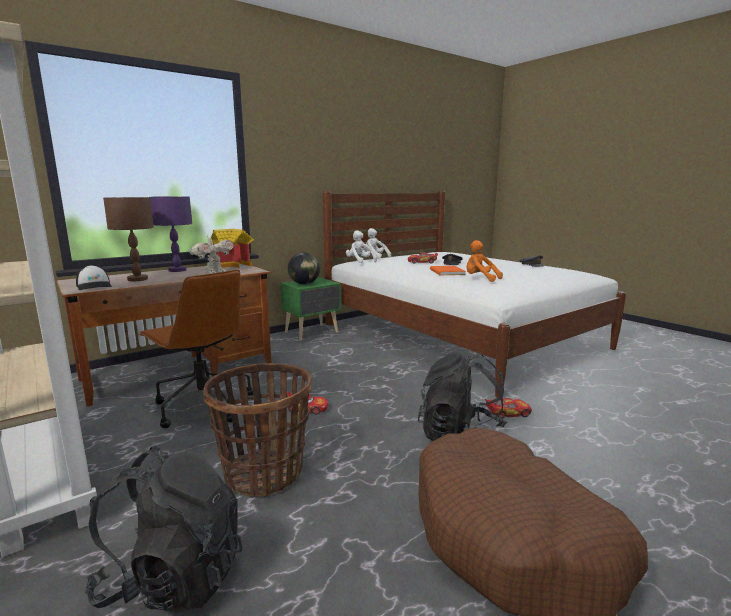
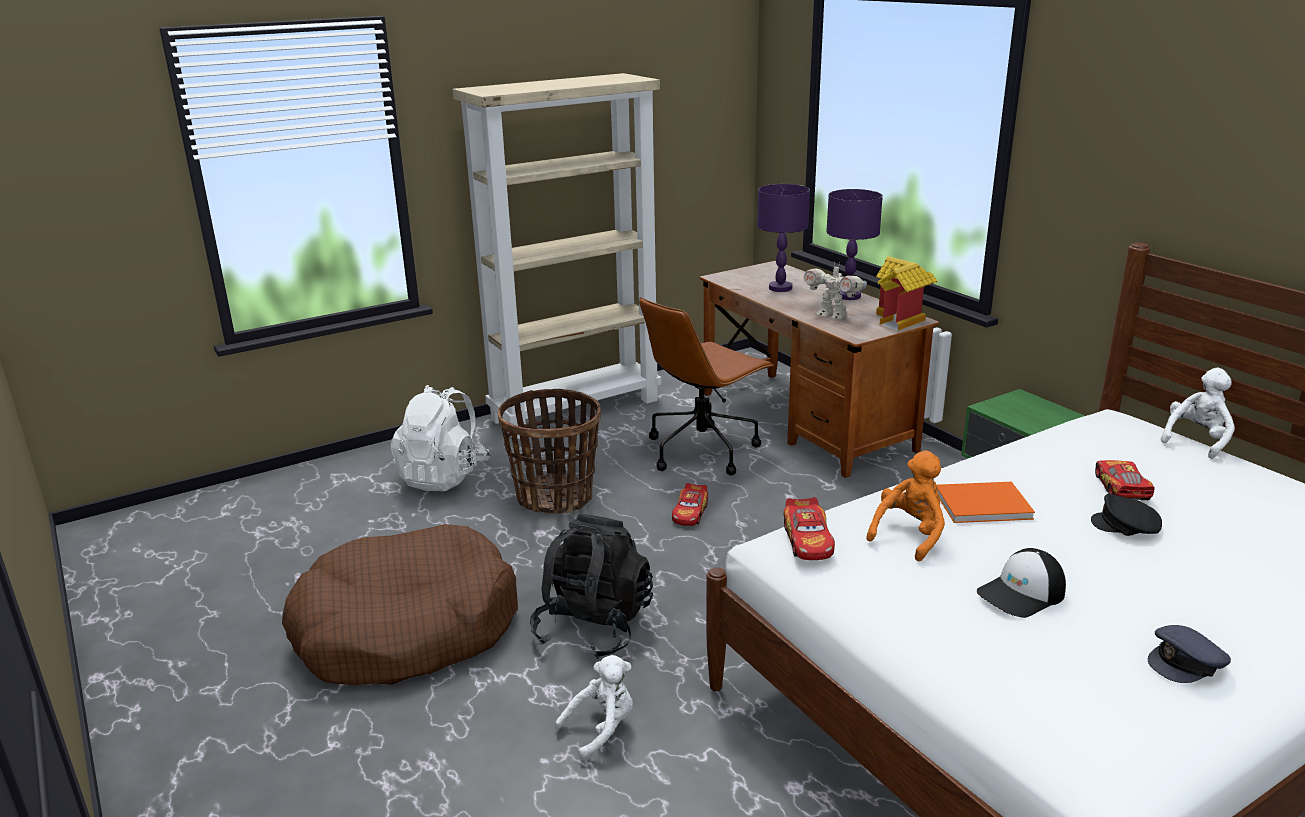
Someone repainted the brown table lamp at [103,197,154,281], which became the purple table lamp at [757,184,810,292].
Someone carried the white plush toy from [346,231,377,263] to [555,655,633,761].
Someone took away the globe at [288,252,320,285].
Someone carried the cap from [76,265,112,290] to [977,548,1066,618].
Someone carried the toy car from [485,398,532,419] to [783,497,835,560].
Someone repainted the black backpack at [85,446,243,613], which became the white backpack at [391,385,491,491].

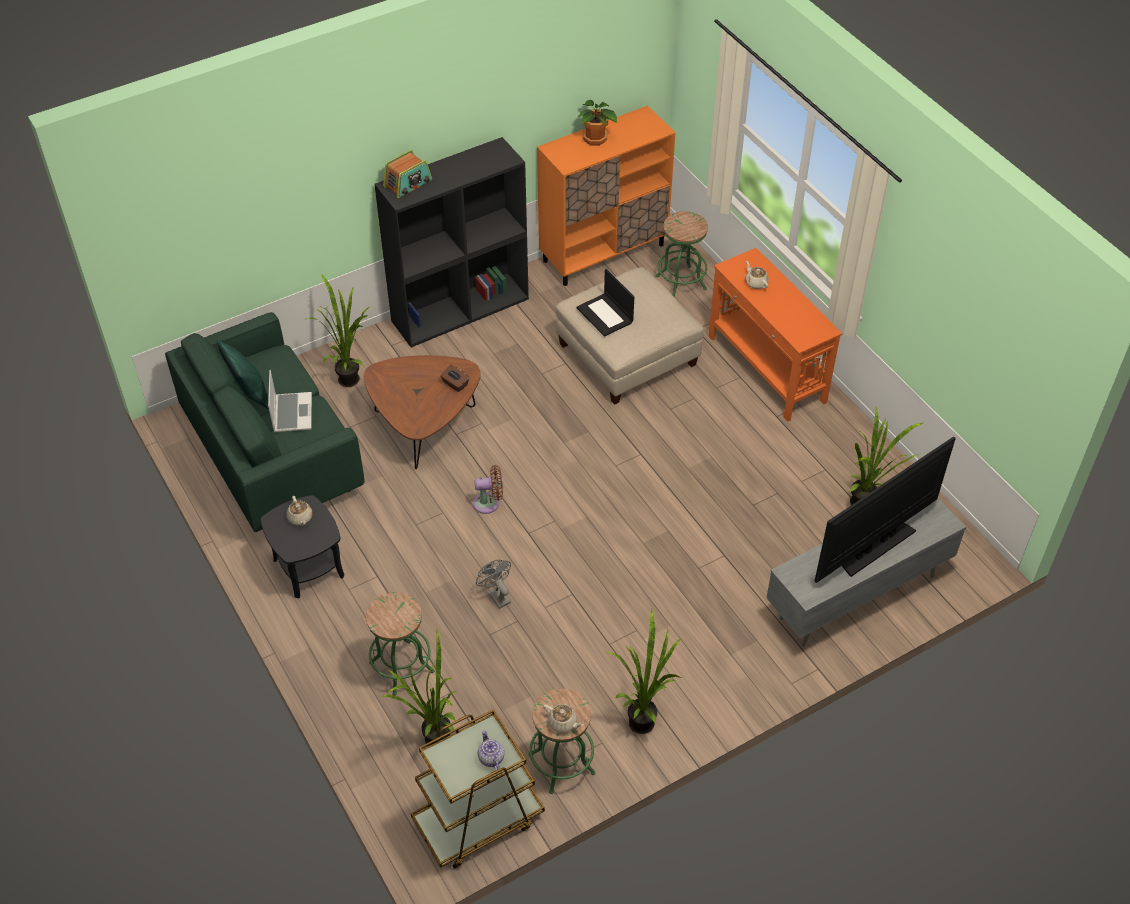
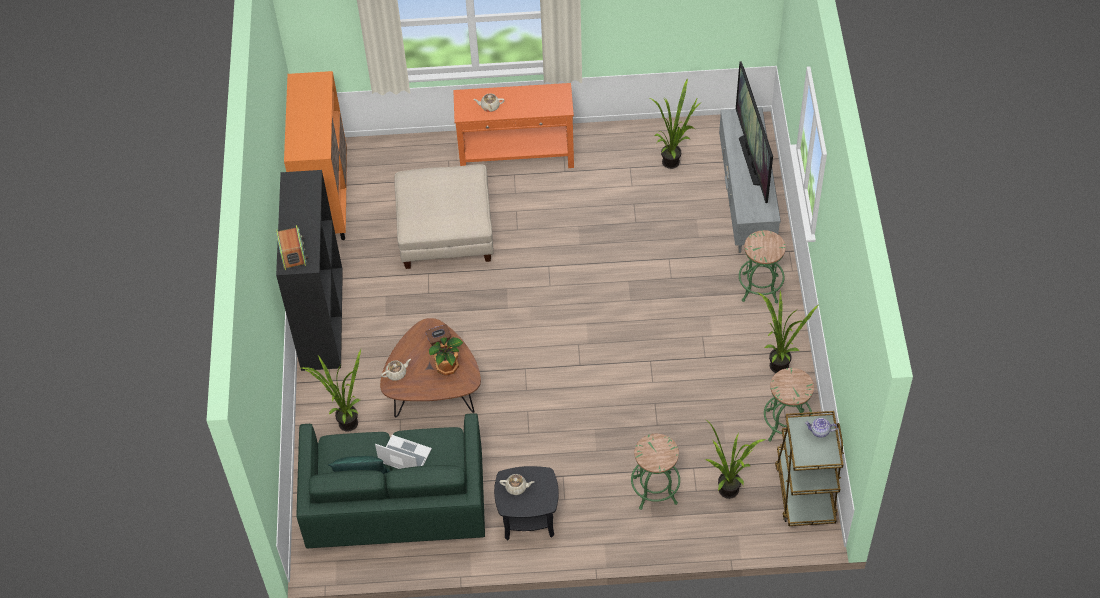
Someone carried the potted plant from [578,100,617,146] to [429,337,463,376].
Someone carried the green stool from [656,211,708,298] to [739,230,786,303].
Someone took away the laptop at [576,269,634,337].
Someone took away the brown fan at [473,465,503,514].
Someone took away the grey fan at [476,560,511,609].
Someone carried the beige teapot from [543,704,584,733] to [381,359,411,381].

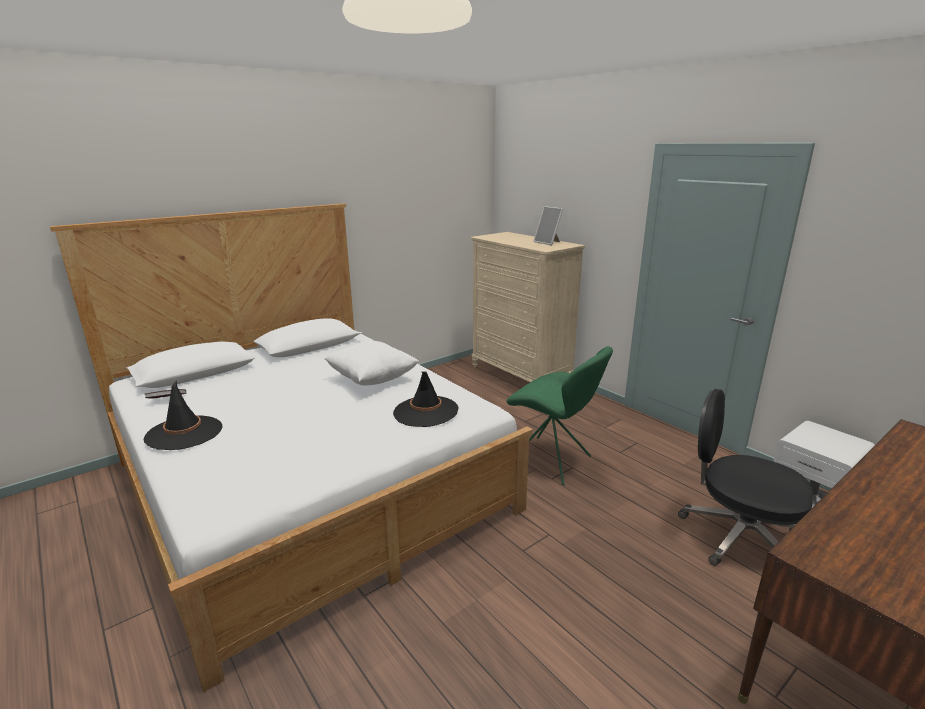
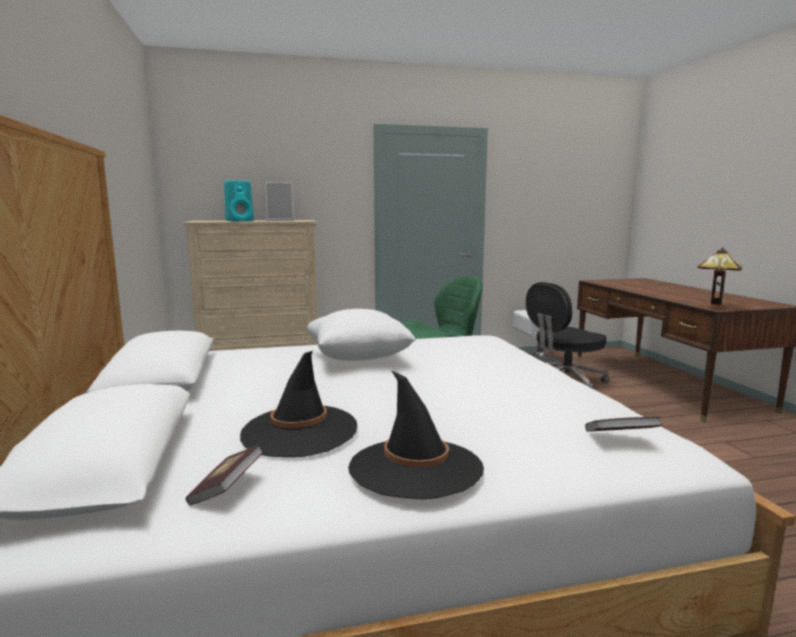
Someone carried the black hat from [393,371,459,427] to [240,351,357,457].
Someone put down the turquoise speaker at [224,180,254,221].
Someone put down the table lamp at [698,248,742,310].
Someone put down the book at [585,417,662,432].

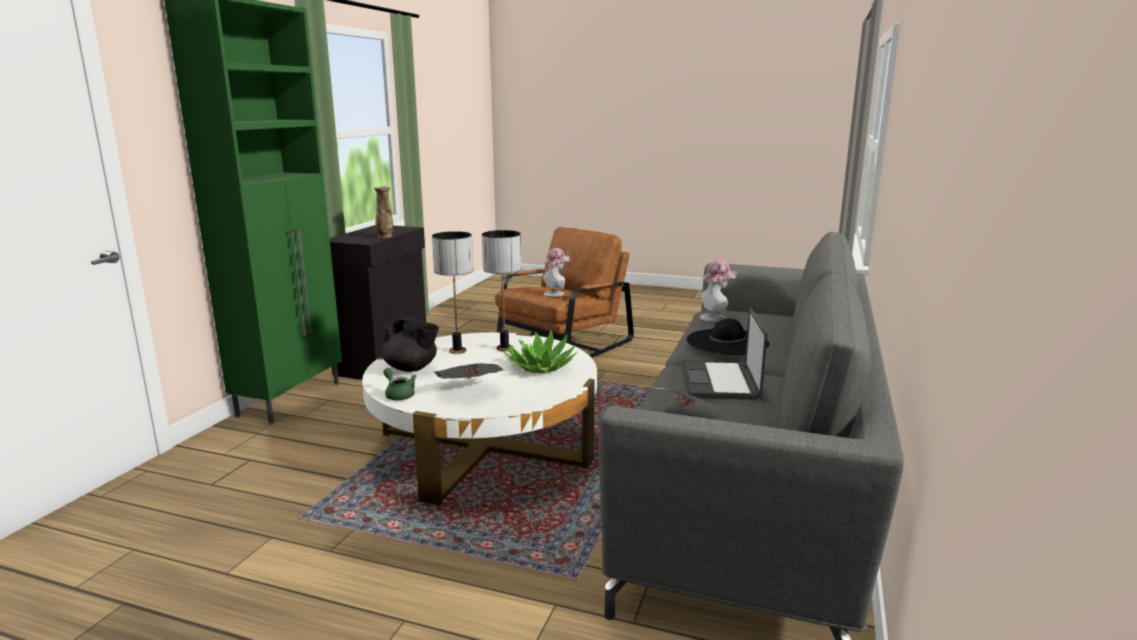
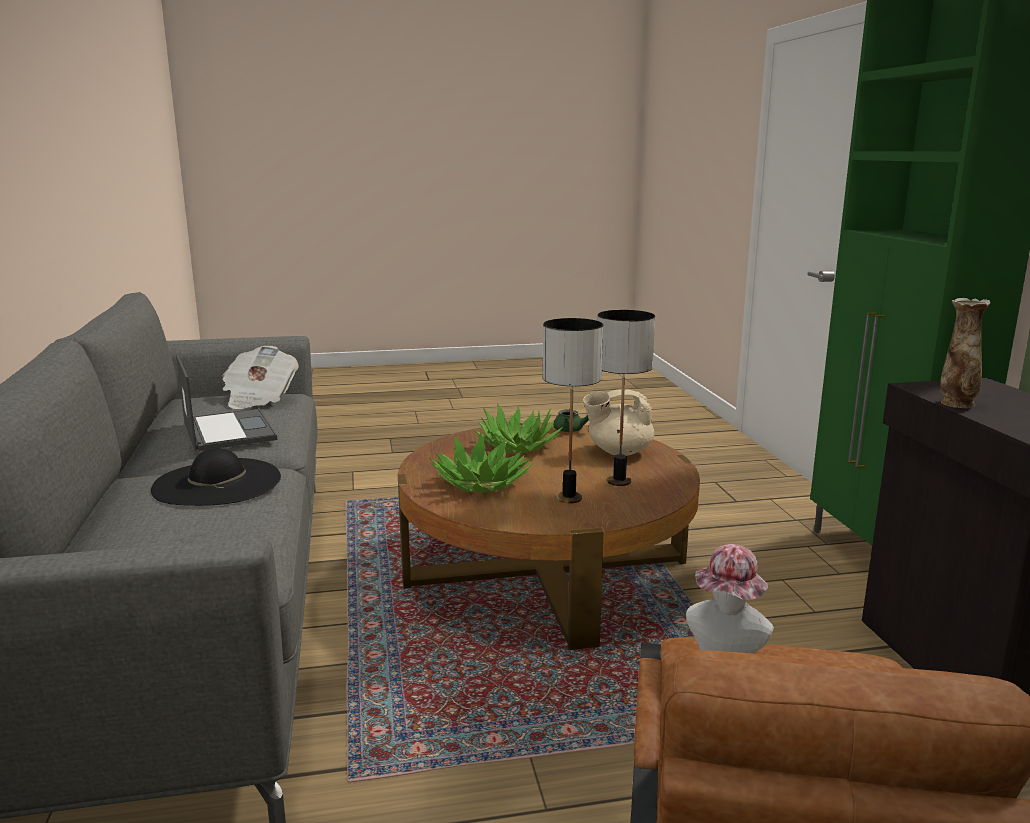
Someone took away the hat at [700,260,737,322].
Someone repainted the black teapot at [382,317,439,372], which became the beige teapot at [583,389,654,456].
Someone repainted the white coffee table at [362,332,597,505], which became the brown coffee table at [398,422,700,650].
Someone swapped the newspaper at [434,363,504,379] for the potted plant at [474,403,563,453].

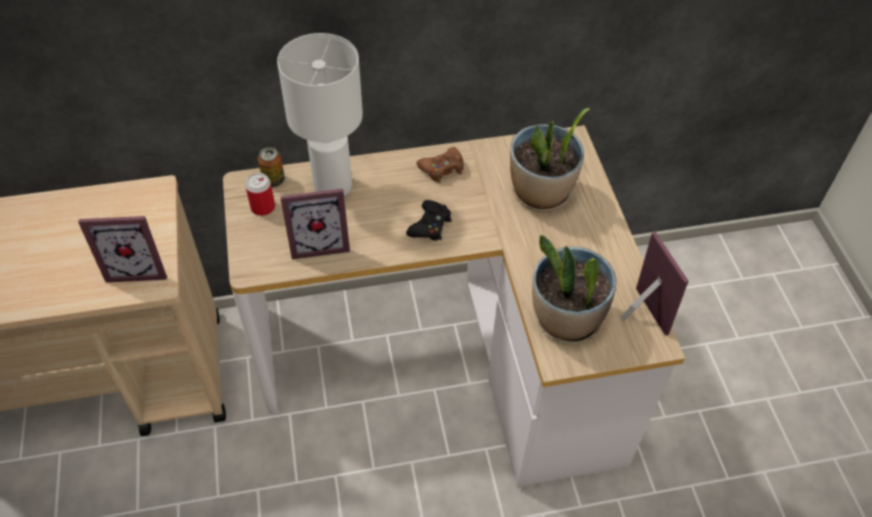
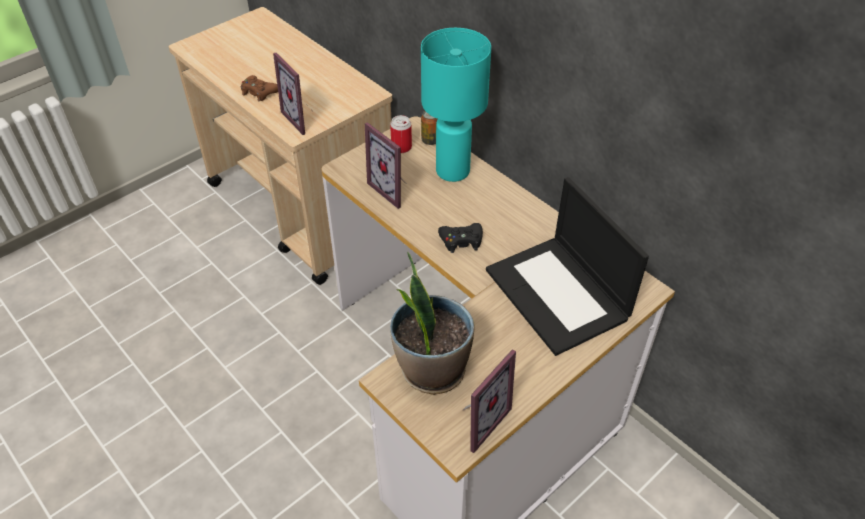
Someone repainted the white table lamp at [277,33,363,196], which became the turquoise table lamp at [421,28,491,182].
Someone swapped the potted plant at [510,108,589,212] for the laptop at [486,177,649,356].
Someone carried the brown game controller from [417,147,464,183] to [241,75,278,101].

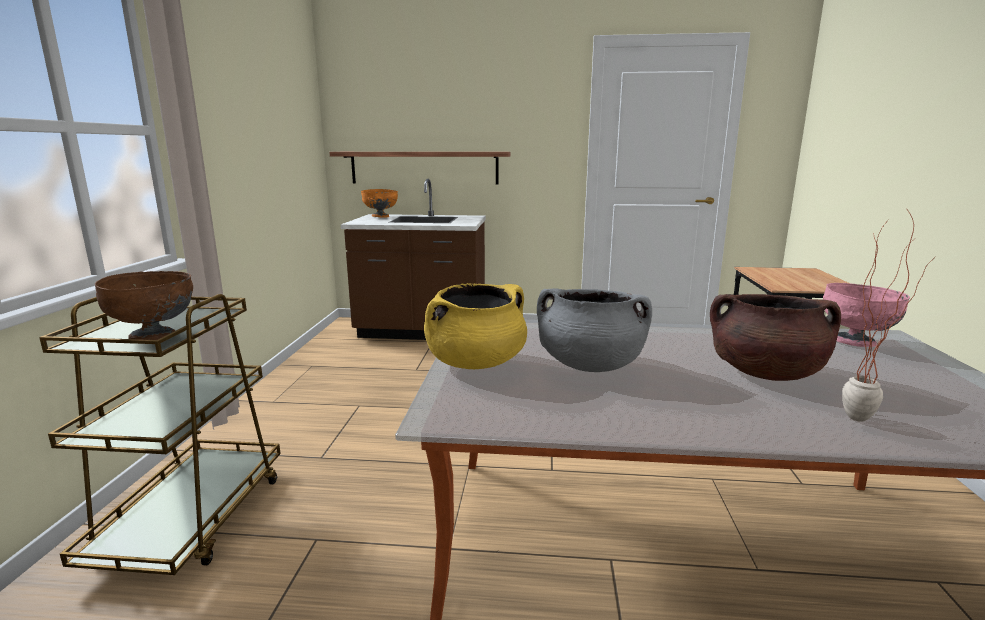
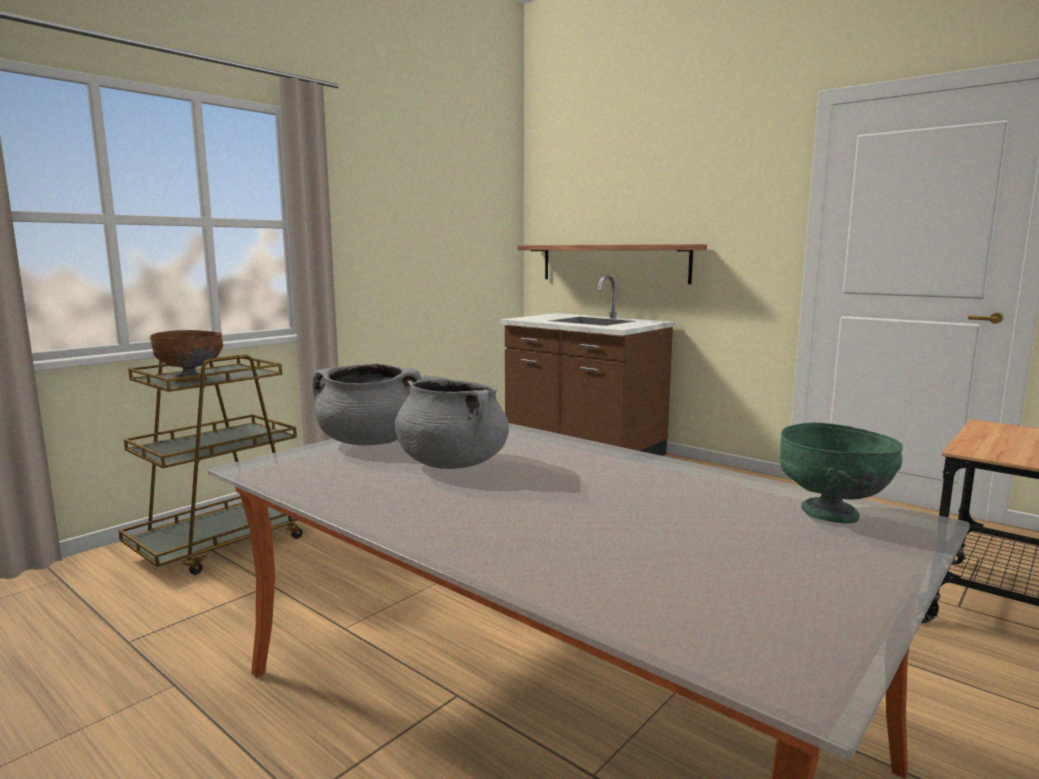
Someone took away the orange bowl at [361,189,398,218].
Someone took away the potted plant at [842,208,935,422].
Someone repainted the yellow cooking pot at [424,283,527,369], which became the grey cooking pot at [312,364,422,445].
Someone repainted the pink bowl at [823,283,910,347], which became the green bowl at [780,423,903,524].
Someone took away the brown cooking pot at [710,294,841,381].

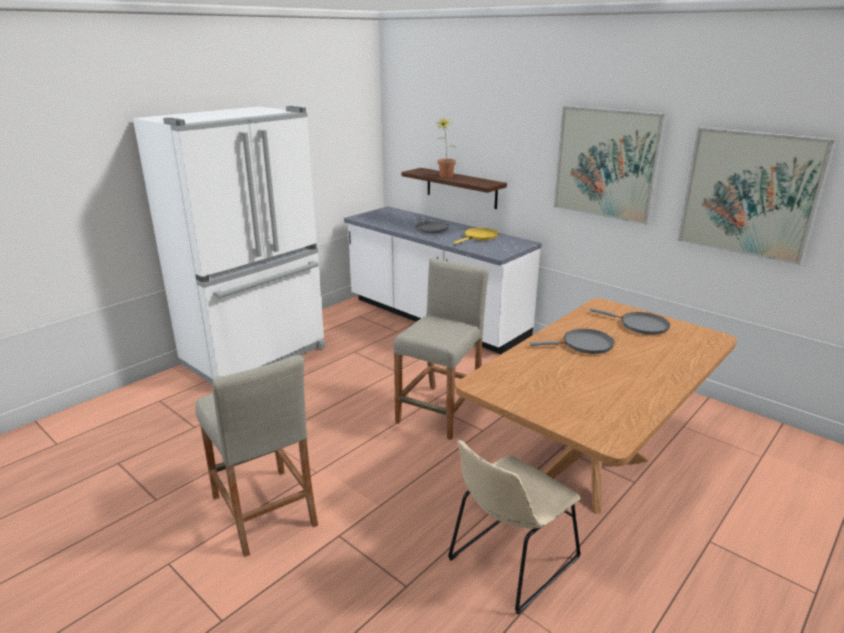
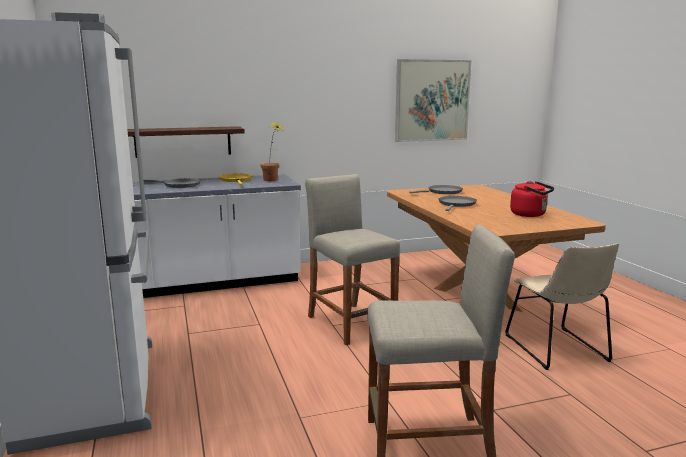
Someone took away the picture at [554,106,666,225].
Someone carried the potted plant from [436,117,457,178] to [260,121,283,181].
Someone put down the red kettle at [510,181,554,217].

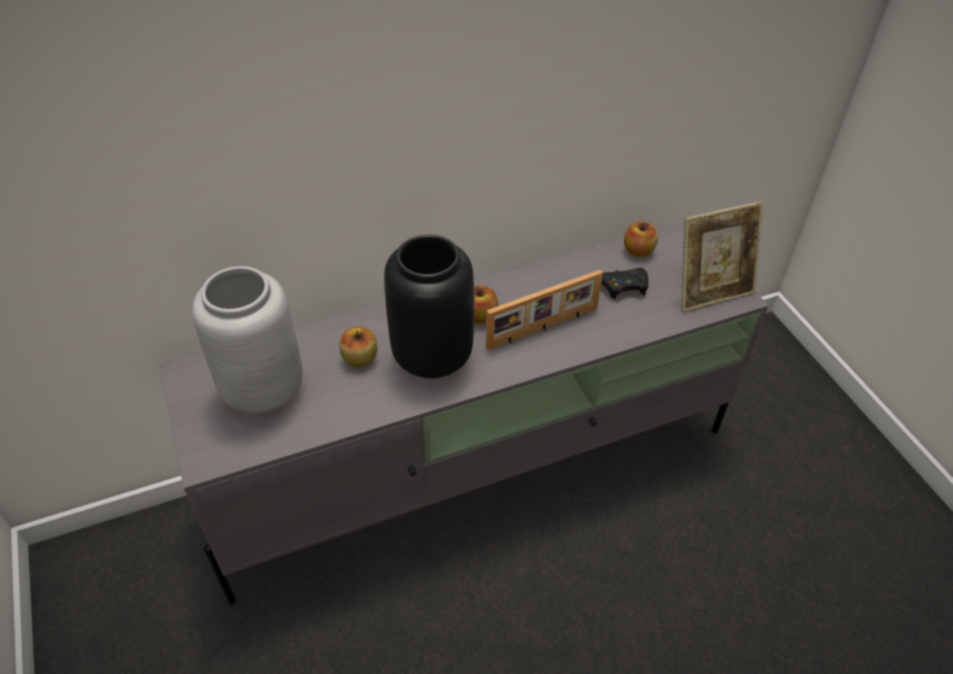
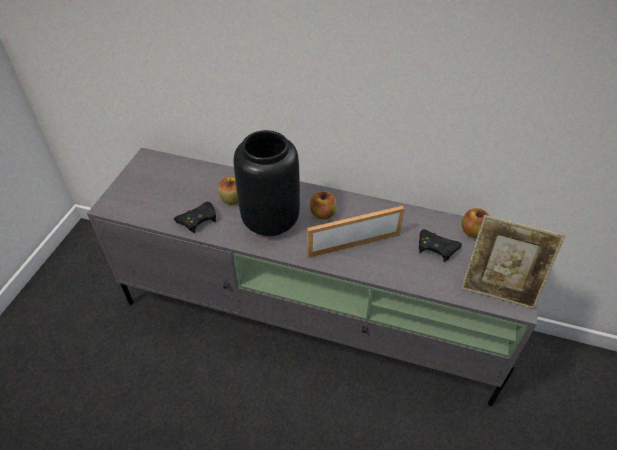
Someone took away the grey vase at [192,266,303,414].
Someone rotated the picture frame at [486,270,603,350] by 150 degrees clockwise.
Someone put down the black game controller at [174,202,216,233].

